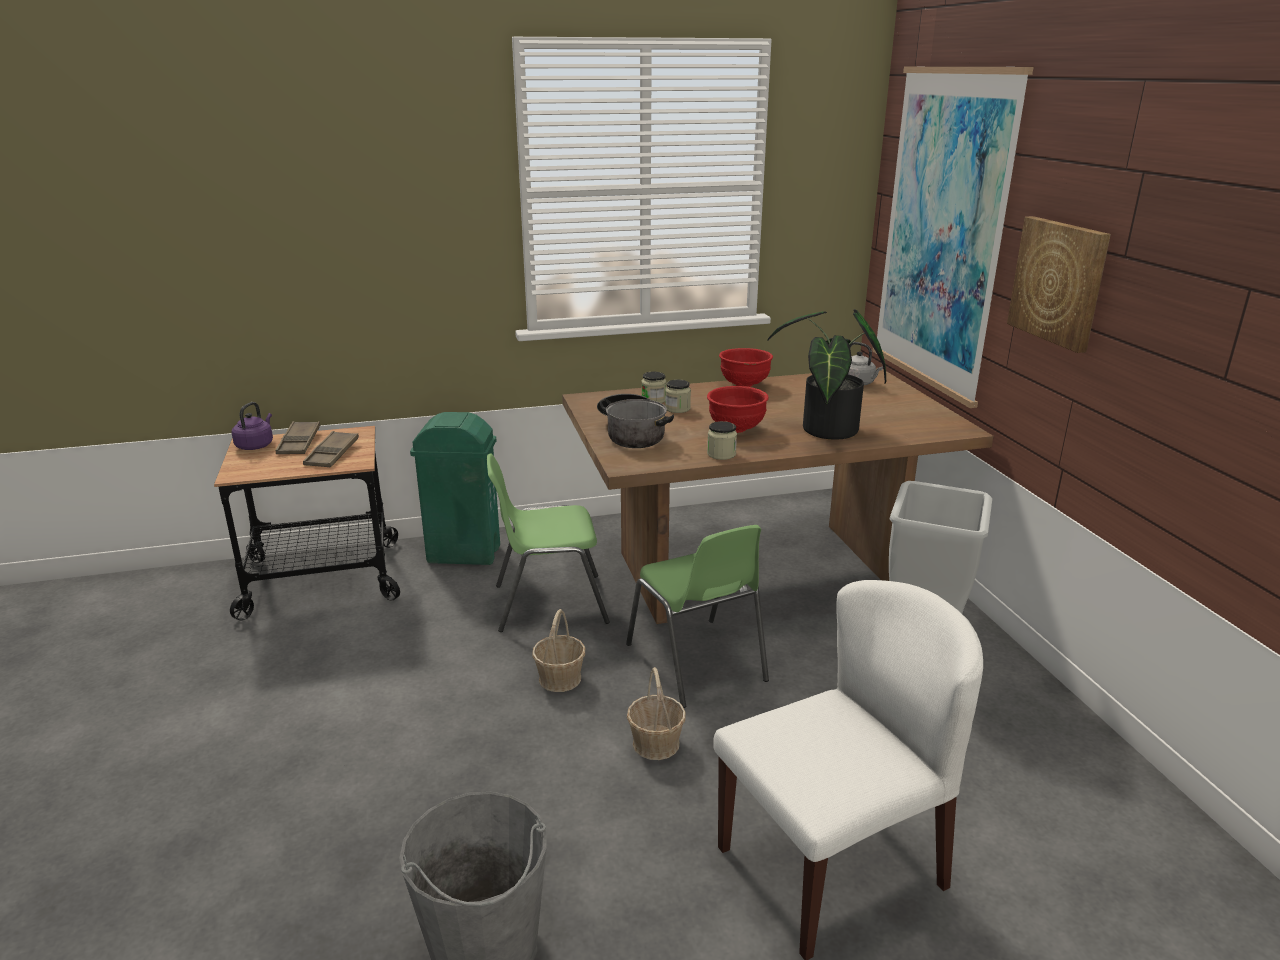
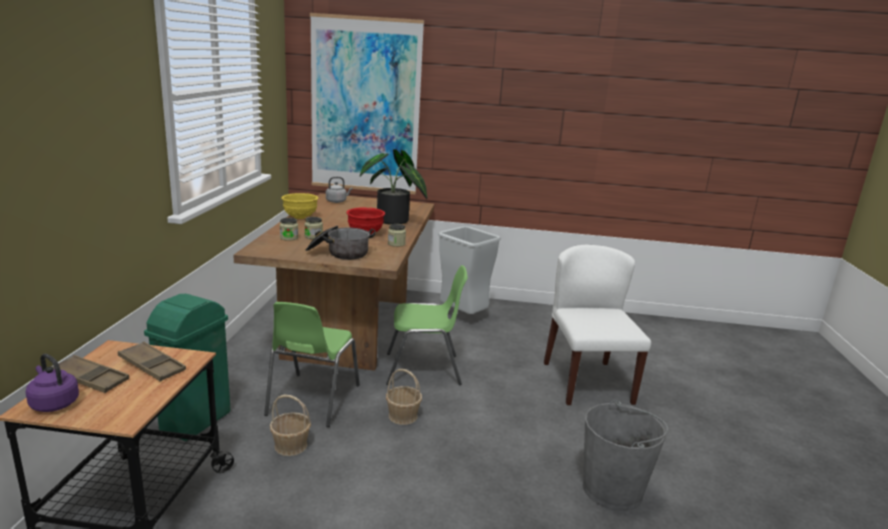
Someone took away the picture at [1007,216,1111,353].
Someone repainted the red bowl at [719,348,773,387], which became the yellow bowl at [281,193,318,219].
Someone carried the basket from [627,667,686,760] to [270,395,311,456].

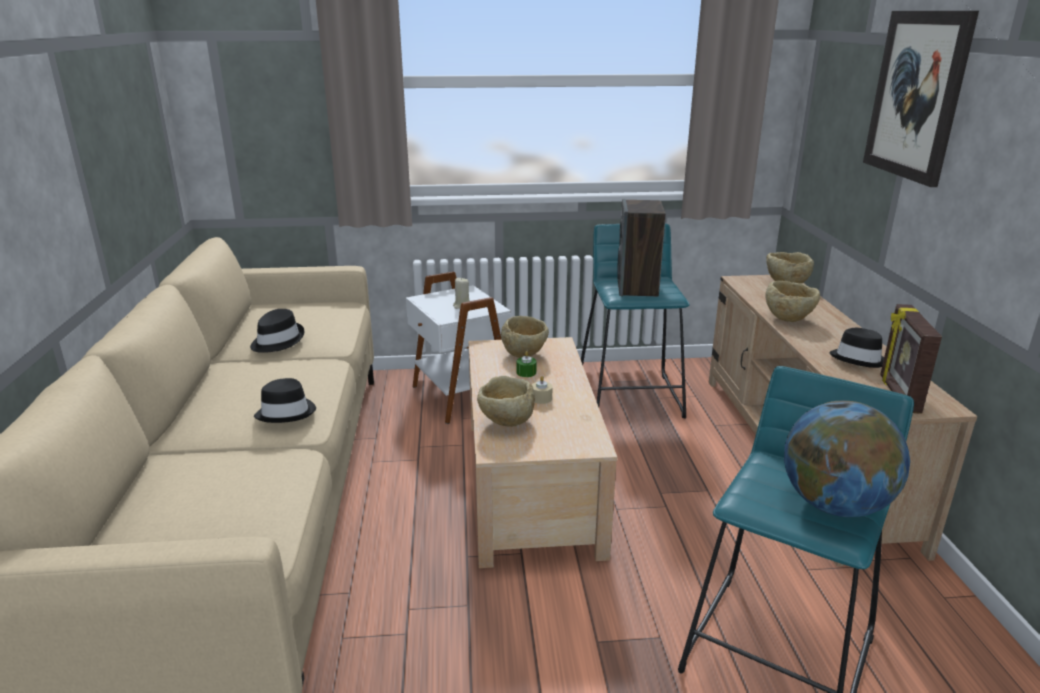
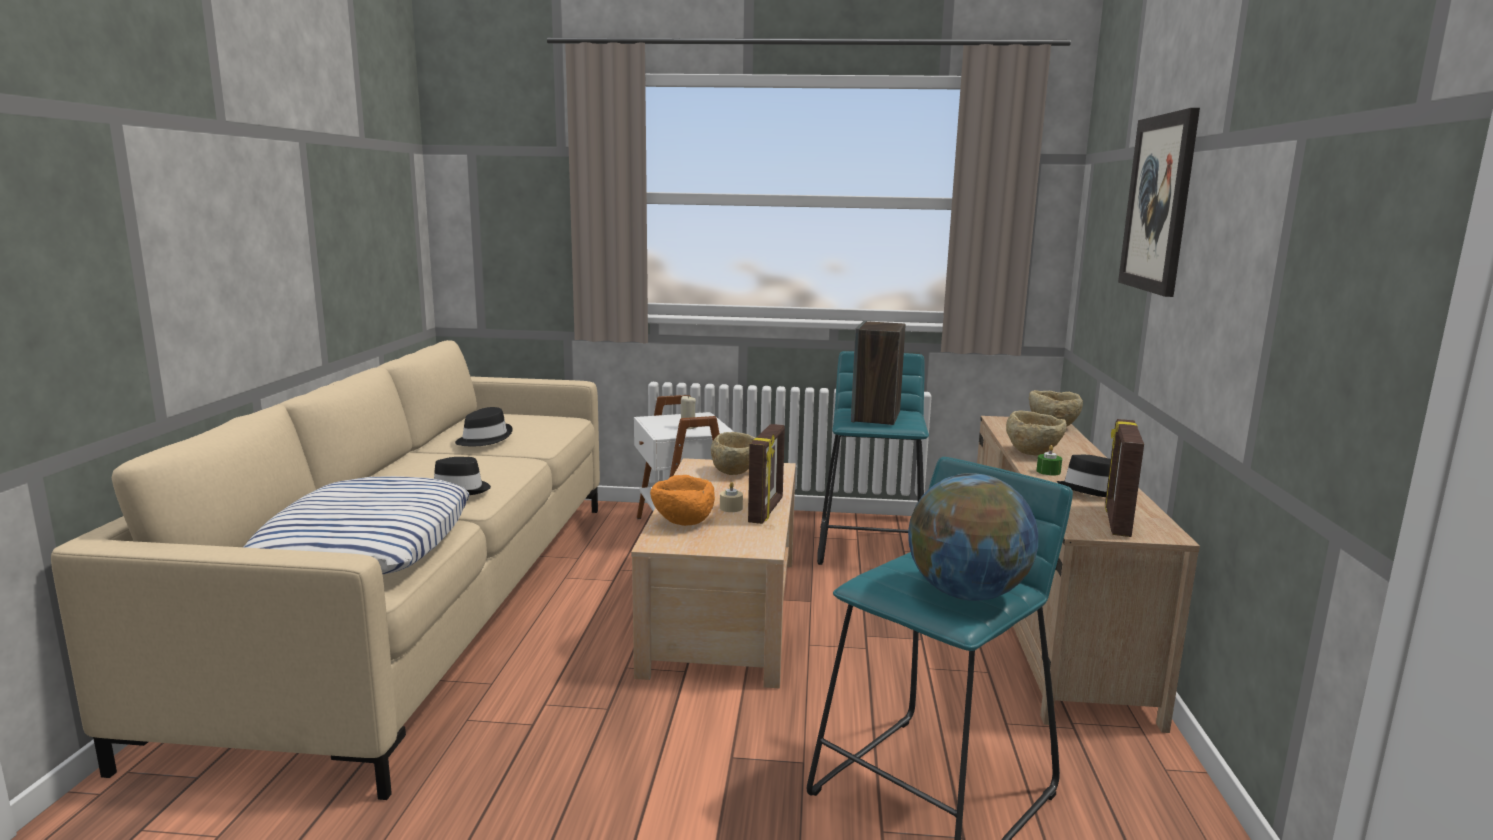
Someone carried the green candle from [517,351,536,377] to [1036,445,1062,476].
Someone repainted the beige bowl at [477,376,535,427], which became the orange bowl at [650,475,715,526].
Someone put down the picture frame at [748,424,785,524].
Someone put down the pillow at [243,476,469,575].

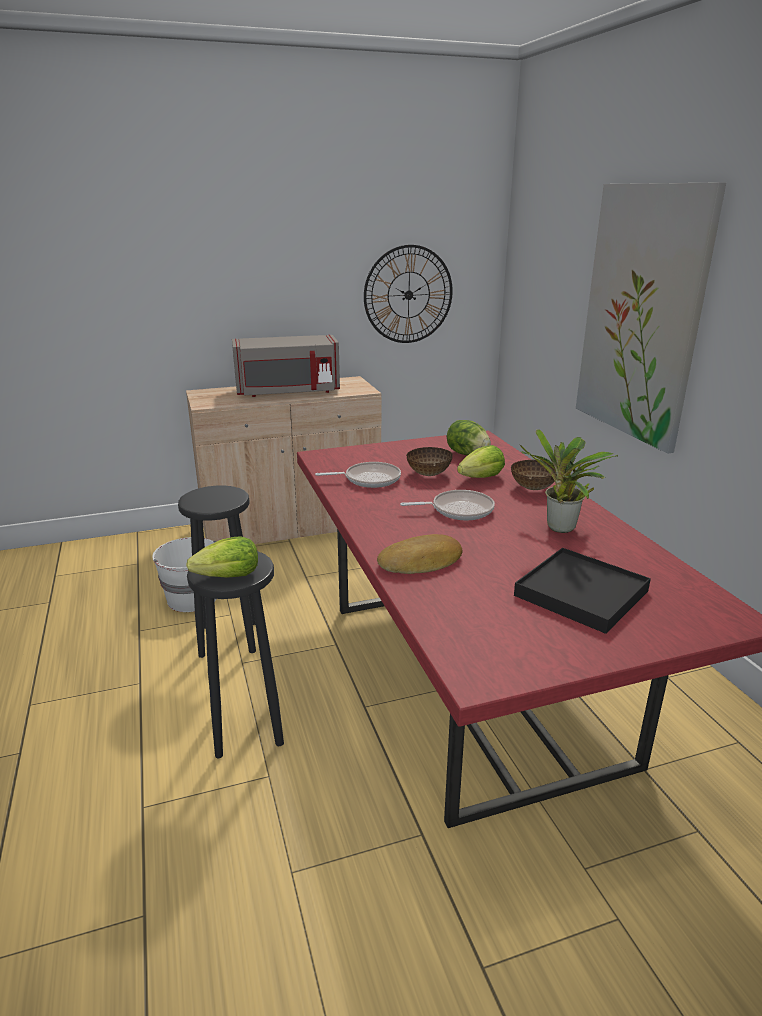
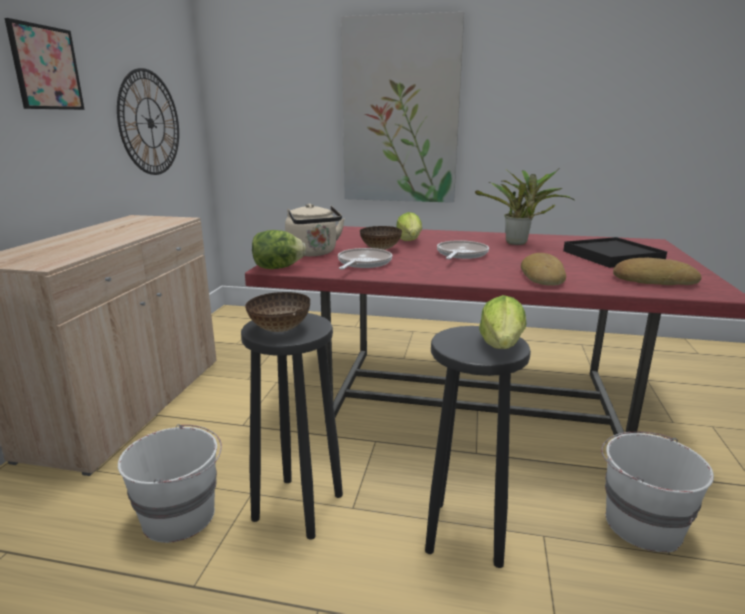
Someone took away the grey microwave at [232,335,340,397].
Someone carried the lettuce from [447,420,491,455] to [252,230,306,269].
Someone carried the bowl from [511,460,557,490] to [245,292,310,332].
Someone put up the picture at [5,18,85,110].
Someone put down the beige kettle at [285,203,345,256].
Someone put down the bread at [613,258,701,285].
Someone put down the white bucket at [601,431,714,552].

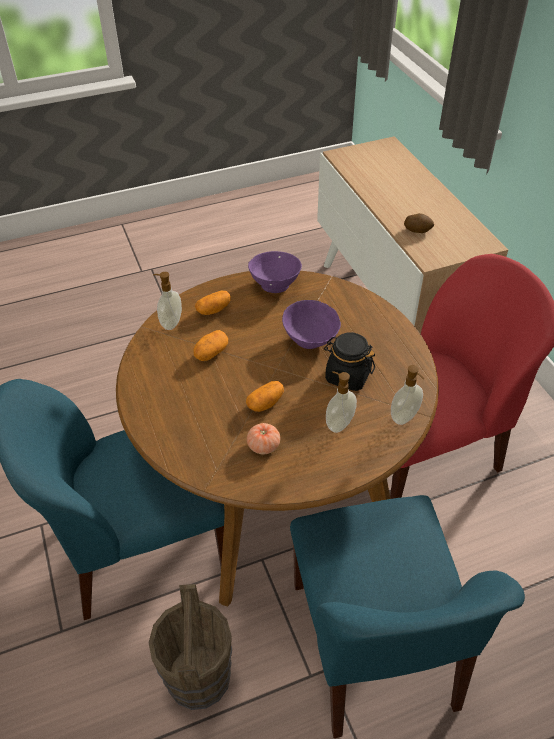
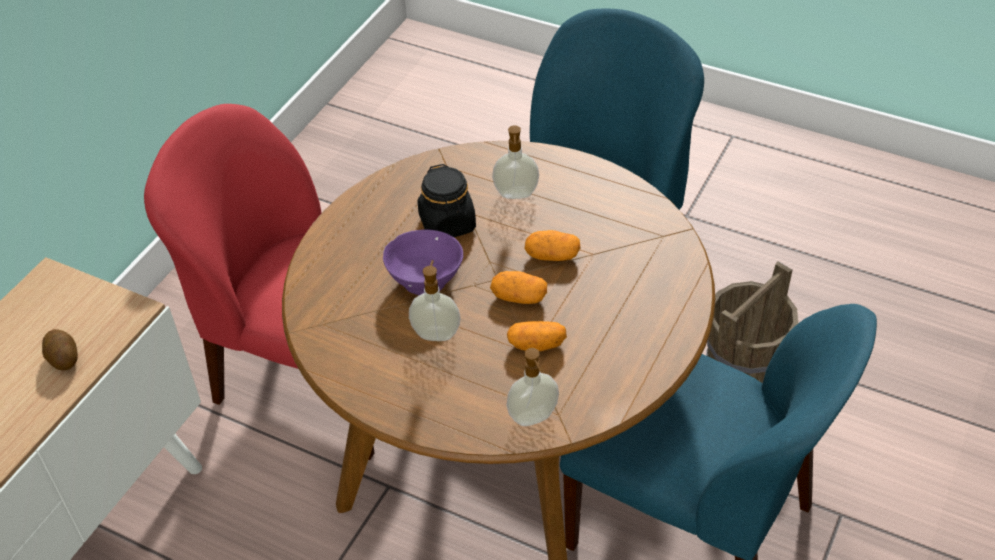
Someone took away the purple bowl at [248,251,302,293].
Someone carried the potato from [195,291,231,315] to [490,271,547,304].
Someone carried the soap dispenser from [391,365,425,425] to [409,260,461,341].
Someone took away the tomato at [247,423,280,454].

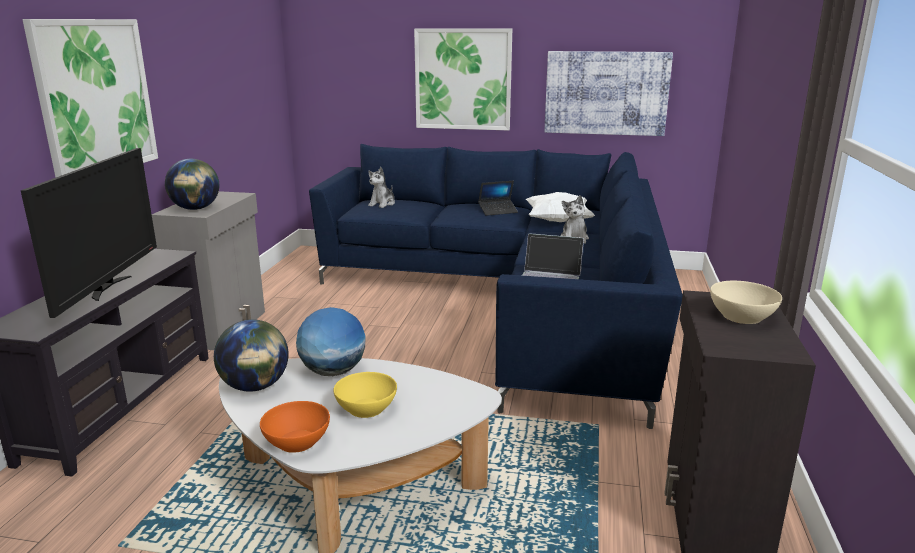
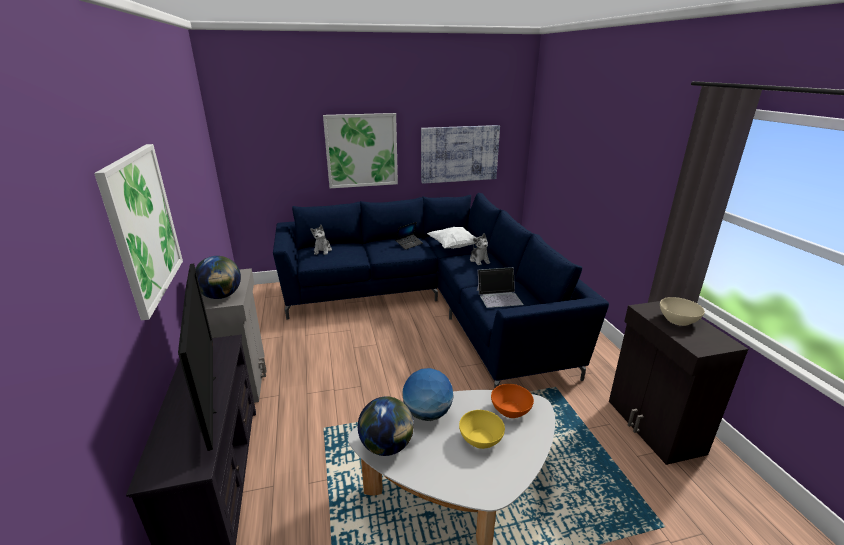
Someone carried the orange bowl from [260,401,330,453] to [491,384,534,418].

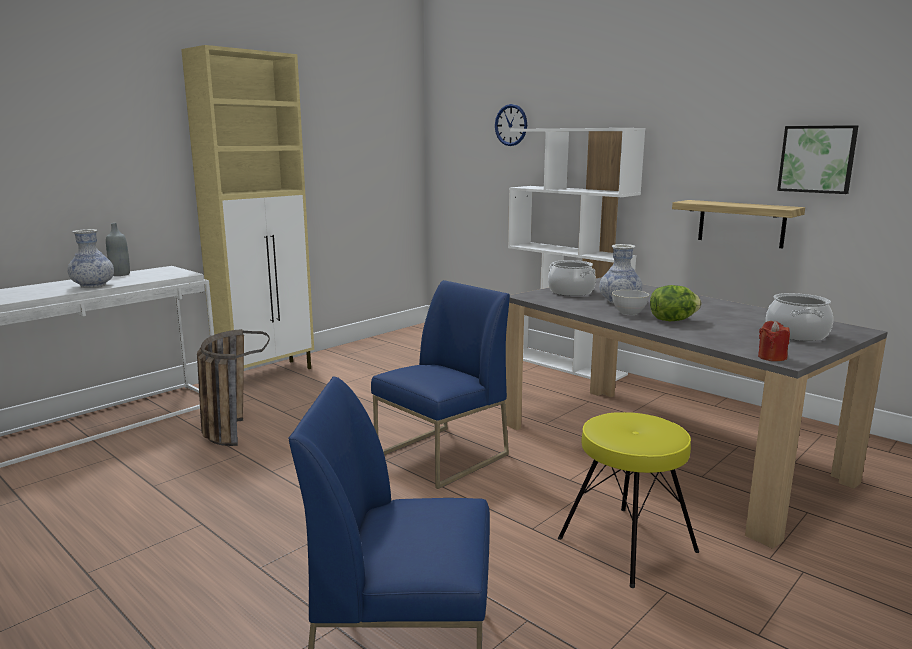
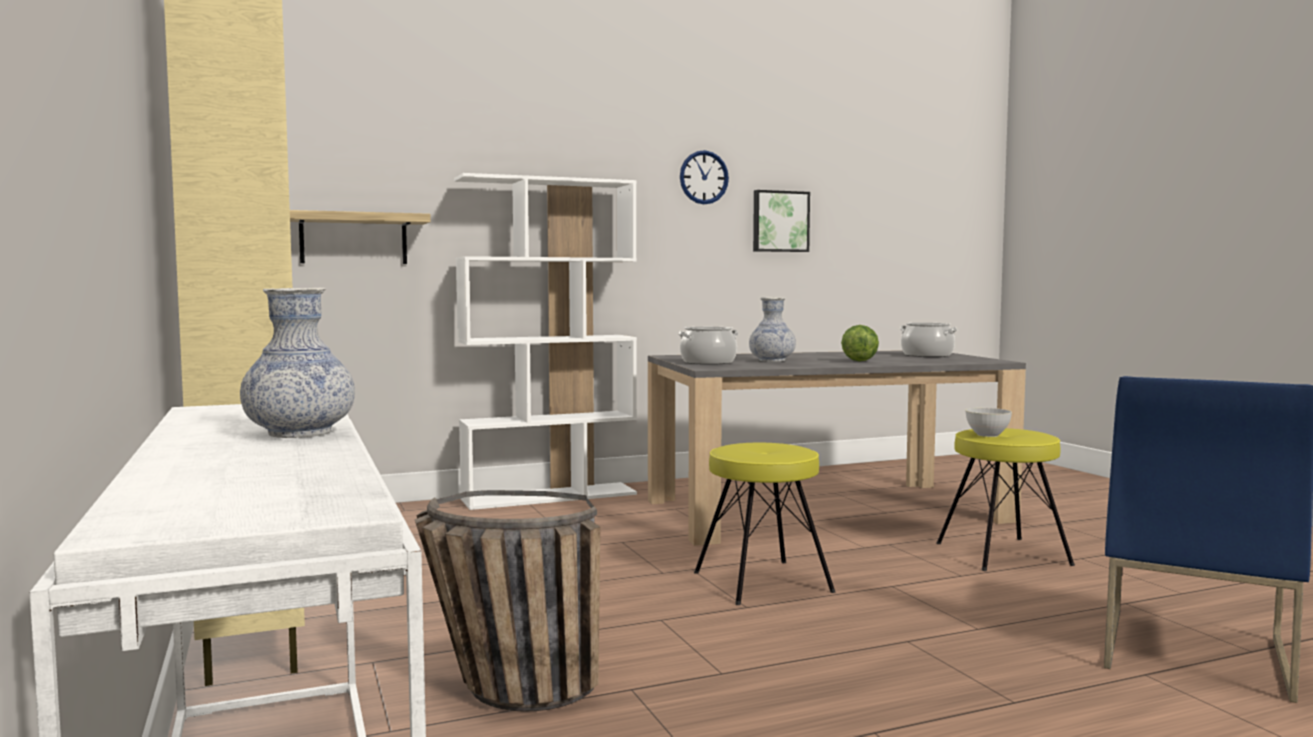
Someone carried the wall clock from [495,104,527,146] to [680,150,729,204].
Someone carried the shelf from [672,200,805,248] to [290,210,431,264].
Someone took away the grey bottle at [106,223,130,276].
Someone swapped the blue chair at [371,280,510,489] for the yellow stool at [694,443,835,605].
Someone carried the grey bowl from [612,290,649,315] to [965,408,1012,437].
Someone took away the red candle at [758,321,790,361].

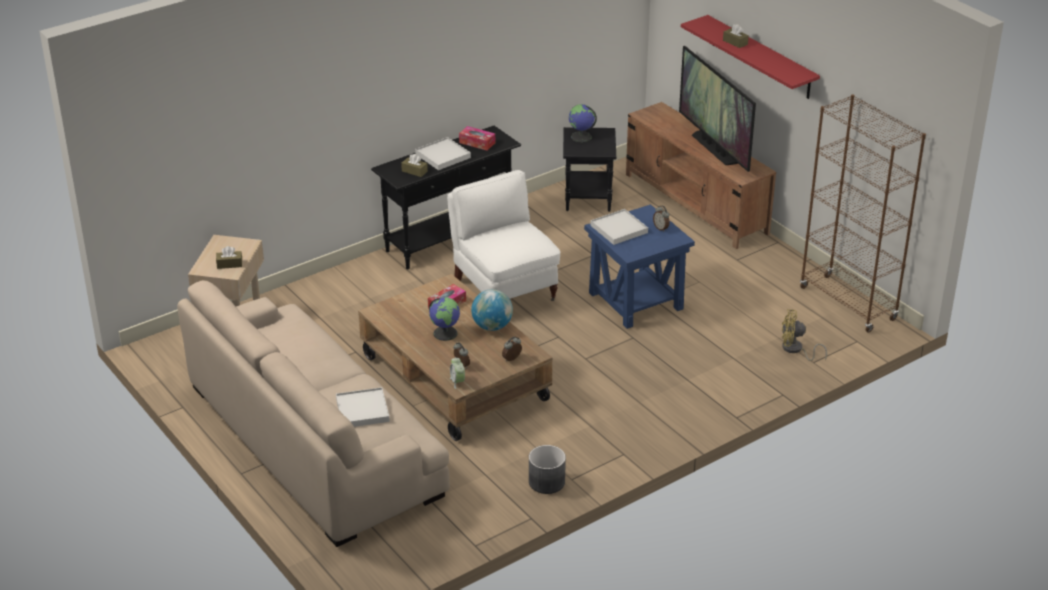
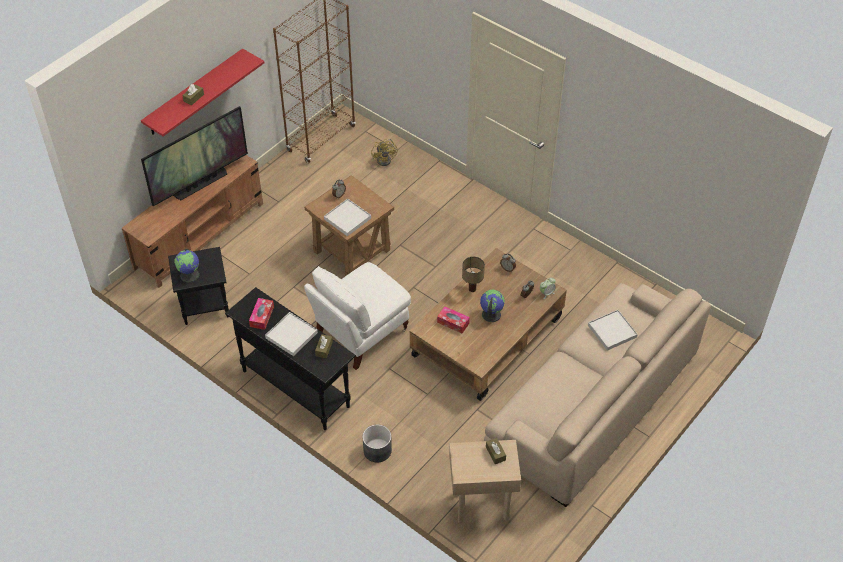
Someone repainted the blue side table at [584,204,695,329], which became the brown side table at [305,175,394,276].
Someone swapped the globe at [471,289,513,331] for the table lamp at [462,257,485,292].
Someone carried the grey planter from [529,445,566,494] to [363,424,392,462].

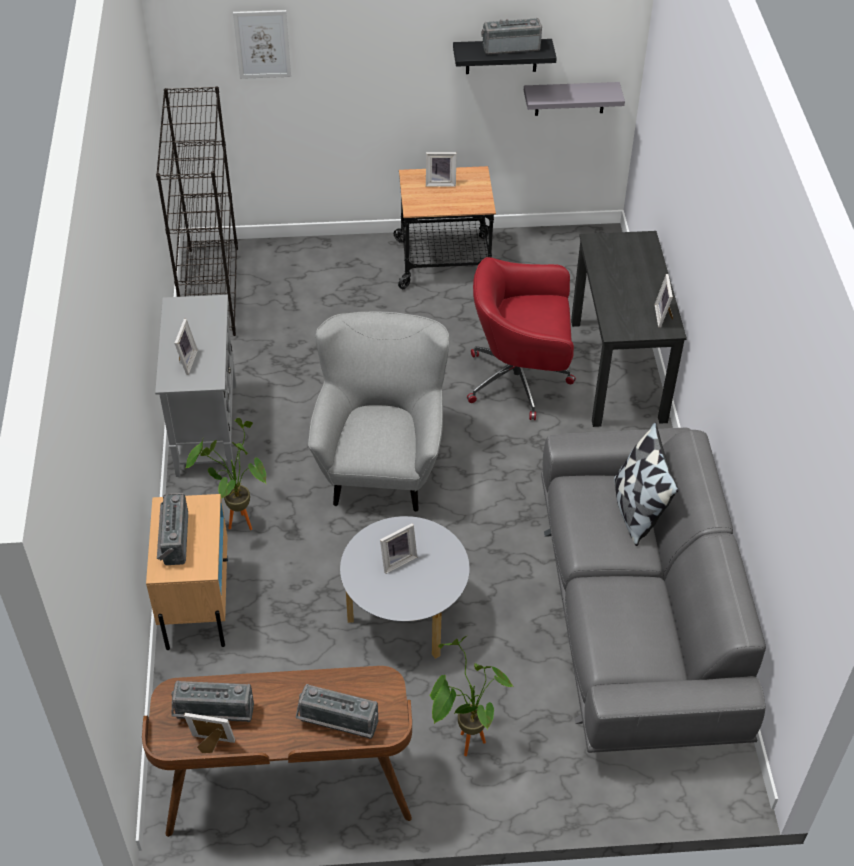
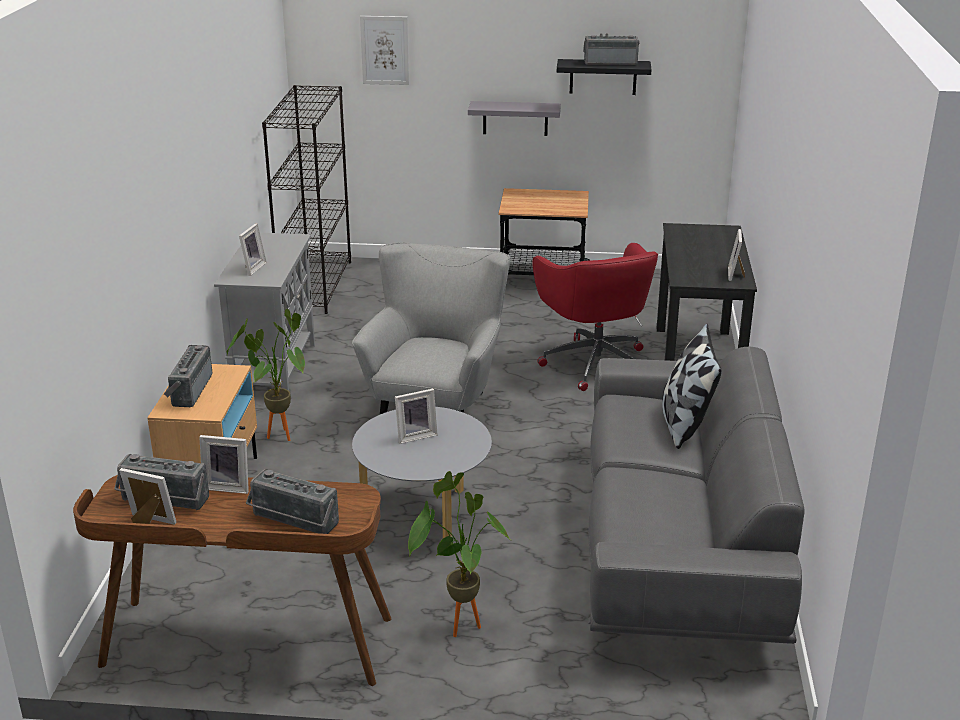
Someone carried the grey shelf from [524,82,625,116] to [468,101,561,136].
Someone carried the picture frame from [426,152,457,187] to [199,435,249,494].
Someone rotated the red office chair at [467,257,576,420] by 120 degrees counterclockwise.

